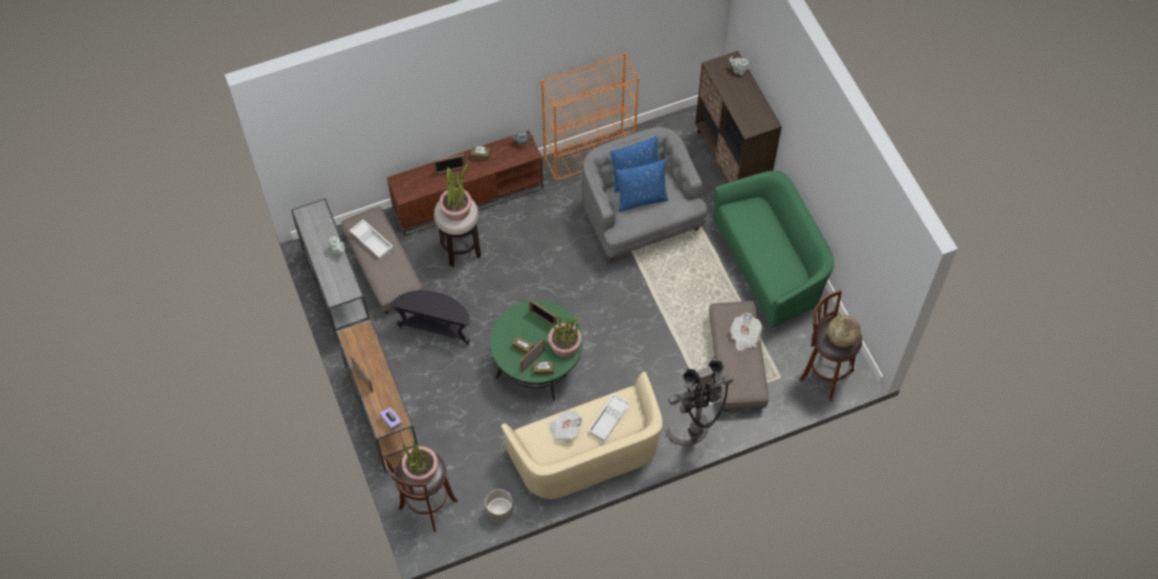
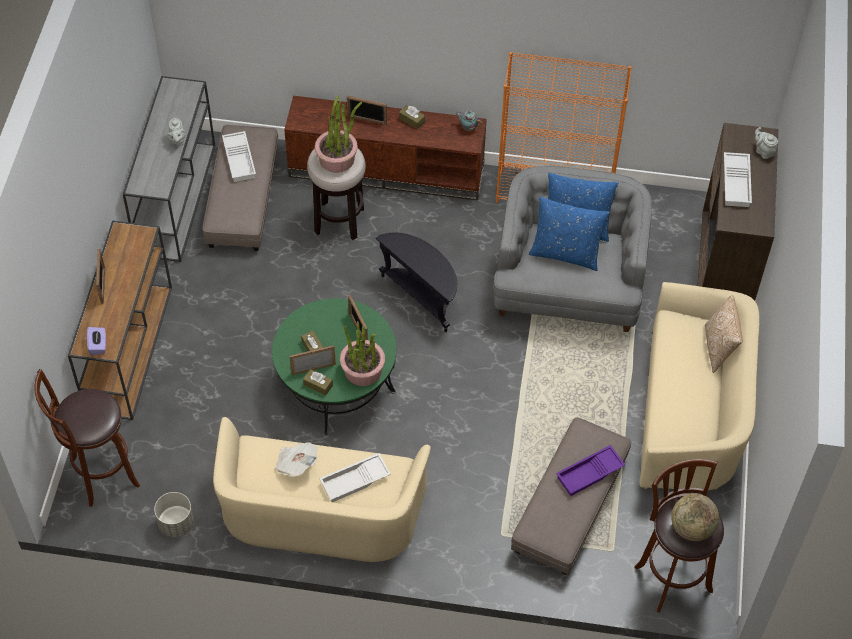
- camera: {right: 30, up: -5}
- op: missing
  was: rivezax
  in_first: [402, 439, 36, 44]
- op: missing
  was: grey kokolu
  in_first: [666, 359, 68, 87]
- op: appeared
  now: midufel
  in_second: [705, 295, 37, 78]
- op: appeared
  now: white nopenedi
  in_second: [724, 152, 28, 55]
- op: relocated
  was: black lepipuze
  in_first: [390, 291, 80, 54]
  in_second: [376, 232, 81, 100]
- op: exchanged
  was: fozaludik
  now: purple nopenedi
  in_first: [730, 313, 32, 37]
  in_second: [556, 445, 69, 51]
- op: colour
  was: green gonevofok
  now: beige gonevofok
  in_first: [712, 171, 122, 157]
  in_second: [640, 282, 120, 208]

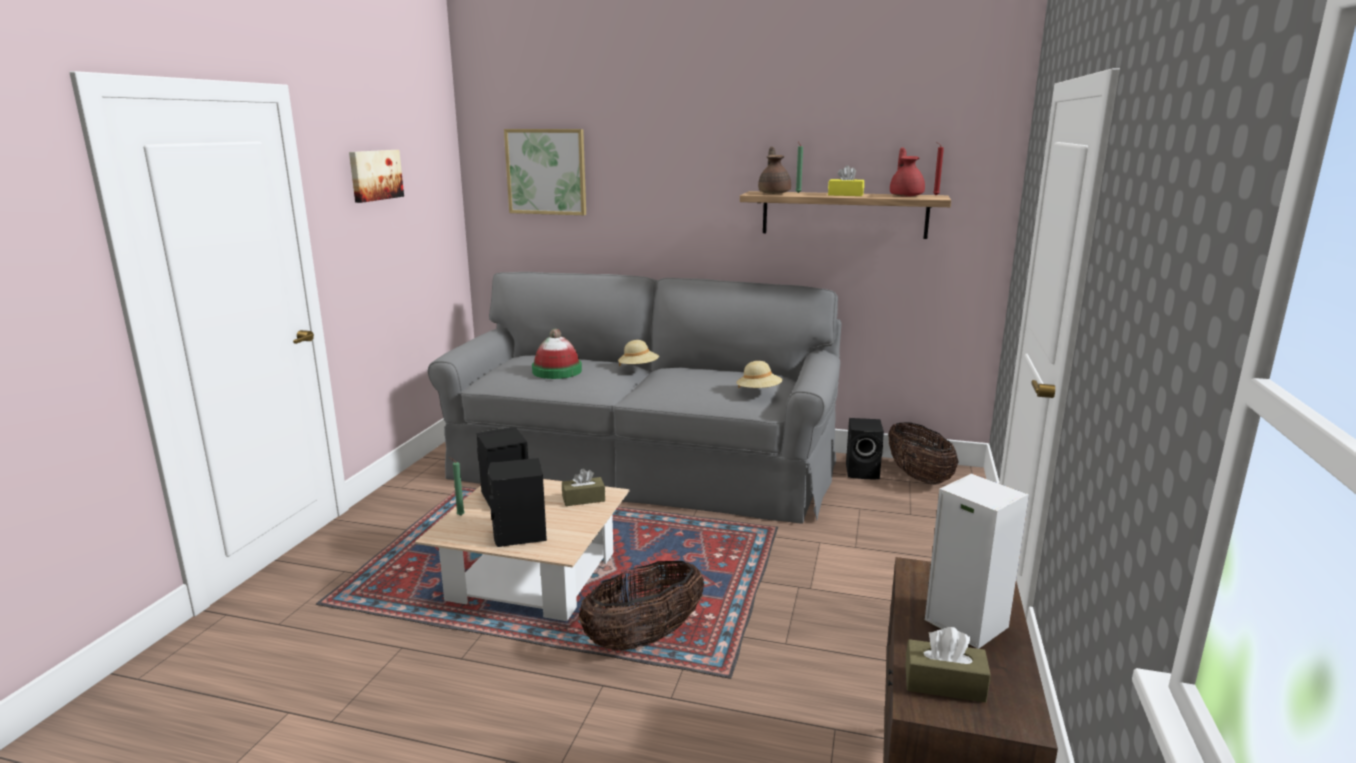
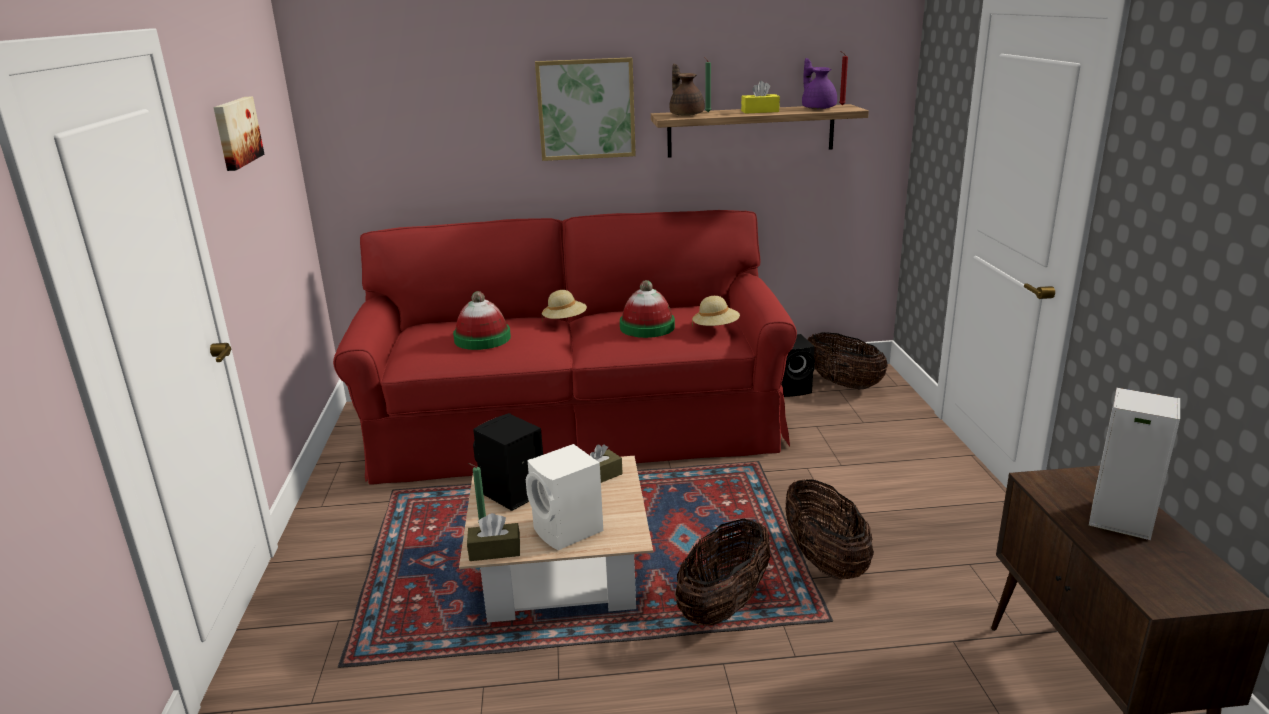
- camera: {right: -20, up: 5}
- op: appeared
  now: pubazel
  in_second: [620, 280, 55, 58]
- op: appeared
  now: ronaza
  in_second: [785, 479, 89, 101]
- op: relocated
  was: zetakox
  in_first: [504, 129, 82, 86]
  in_second: [535, 57, 101, 104]
- op: relocated
  was: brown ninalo
  in_first: [905, 627, 86, 76]
  in_second: [467, 513, 53, 48]
- op: colour
  was: grey gonevofok
  now: red gonevofok
  in_first: [428, 272, 413, 252]
  in_second: [333, 210, 464, 275]
- op: colour
  was: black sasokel
  now: white sasokel
  in_first: [488, 458, 59, 89]
  in_second: [526, 444, 77, 106]
- op: colour
  was: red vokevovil
  now: purple vokevovil
  in_first: [890, 147, 35, 50]
  in_second: [802, 58, 35, 51]

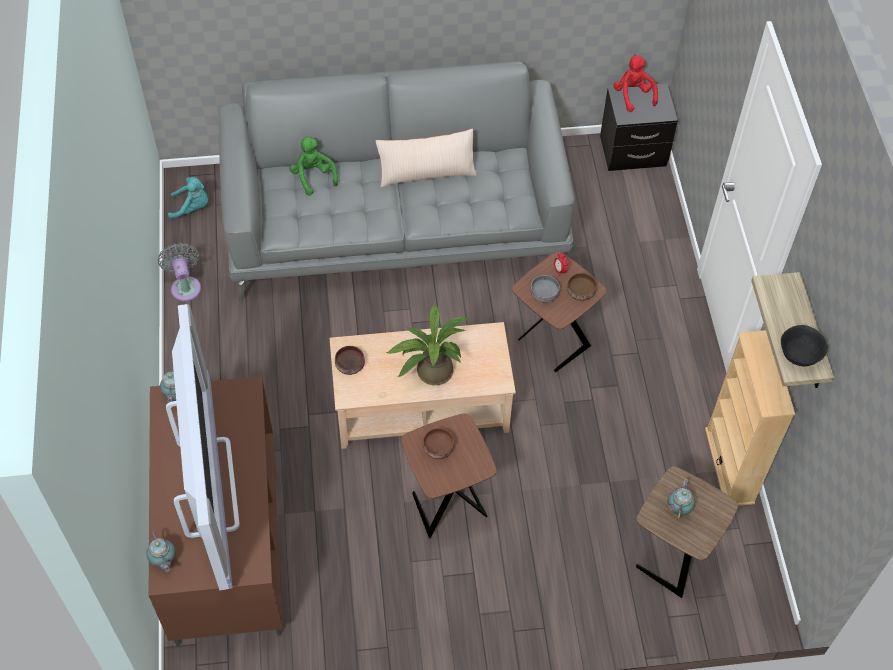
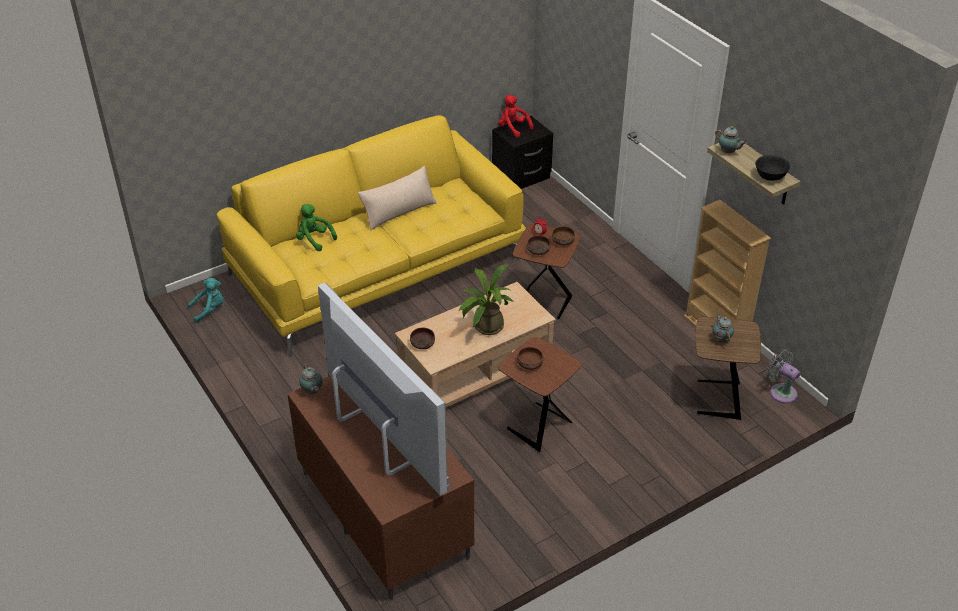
- camera: {right: -25, up: -15}
- op: relocated
  was: vokevovil
  in_first: [146, 531, 30, 41]
  in_second: [715, 126, 32, 27]
- op: relocated
  was: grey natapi
  in_first: [158, 243, 43, 59]
  in_second: [766, 349, 34, 55]
- op: colour
  was: grey gonevofok
  now: yellow gonevofok
  in_first: [219, 61, 356, 242]
  in_second: [217, 115, 309, 242]
- op: colour
  was: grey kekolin
  now: brown kekolin
  in_first: [530, 275, 30, 28]
  in_second: [527, 236, 23, 19]

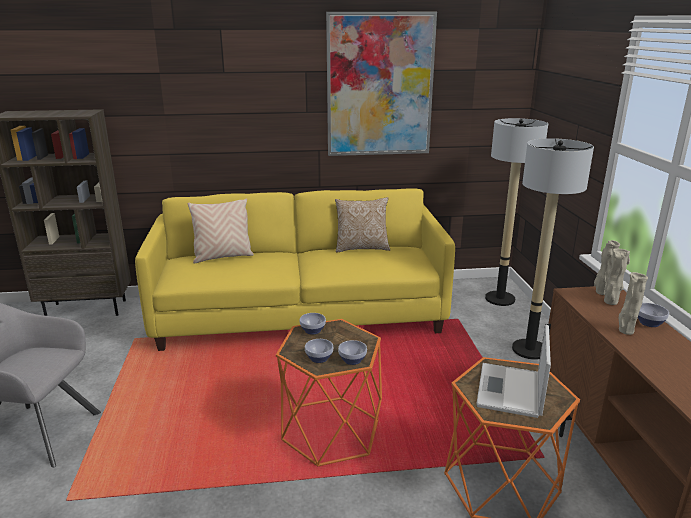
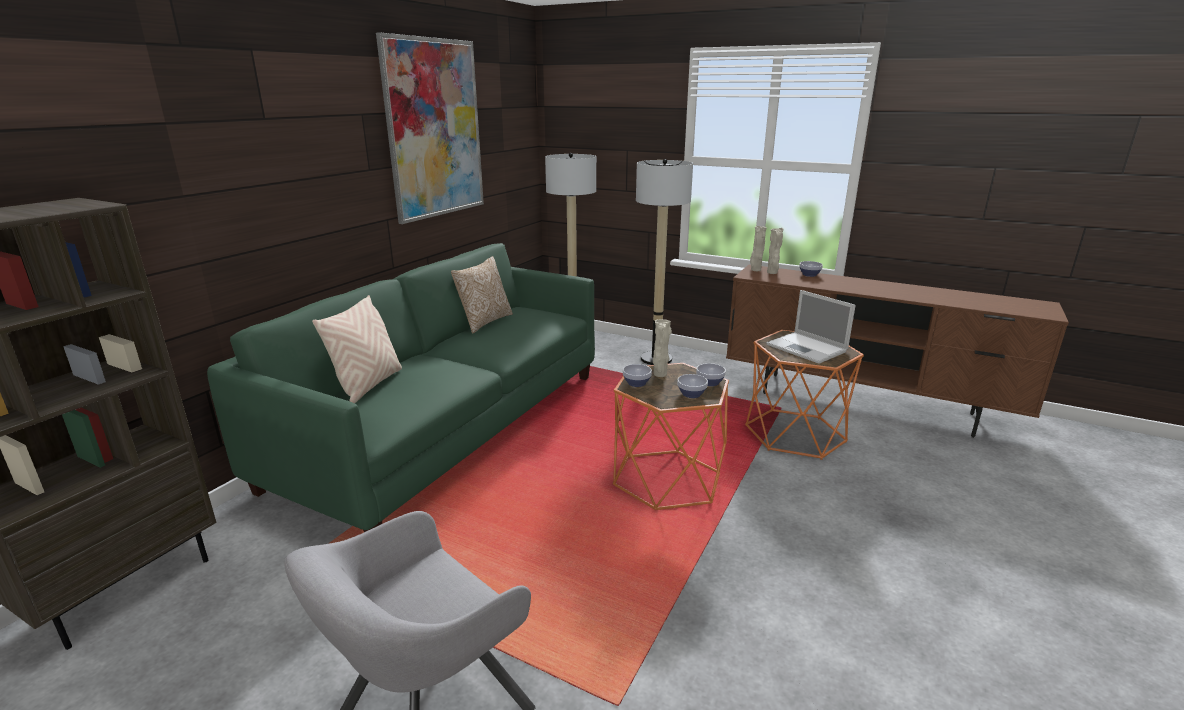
- camera: {right: -55, up: 0}
- op: relocated
  was: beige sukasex
  in_first: [619, 272, 29, 63]
  in_second: [653, 319, 19, 58]
- op: colour
  was: yellow gonevofok
  now: green gonevofok
  in_first: [135, 188, 320, 163]
  in_second: [207, 243, 388, 289]

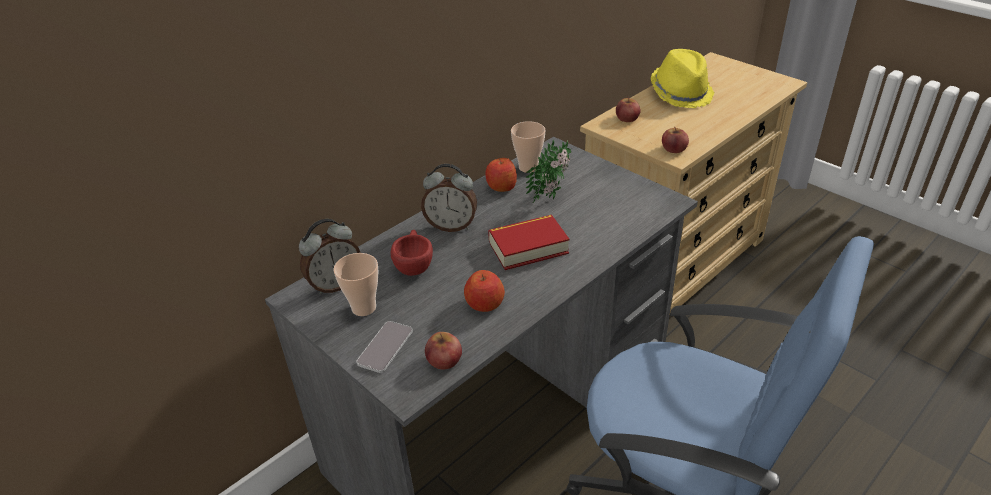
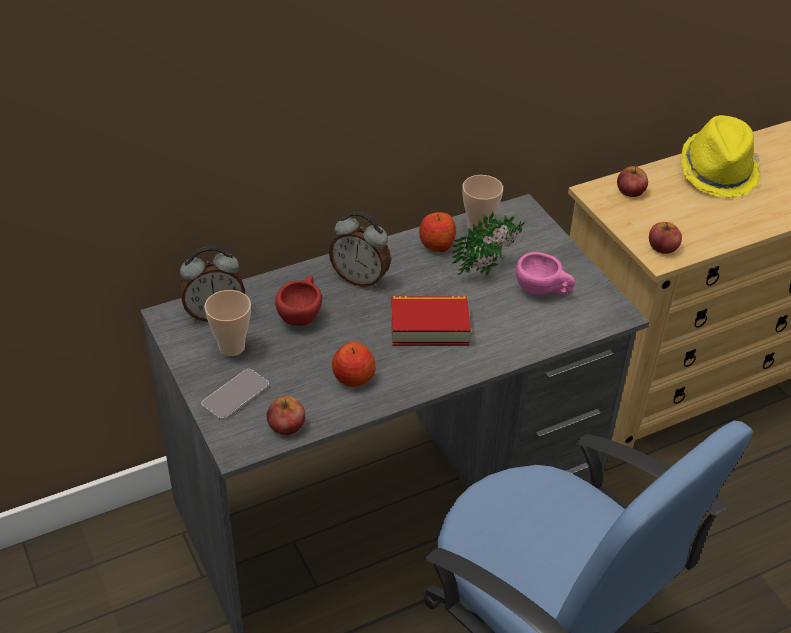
- camera: {right: 15, up: 5}
- op: appeared
  now: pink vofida
  in_second: [516, 252, 59, 43]

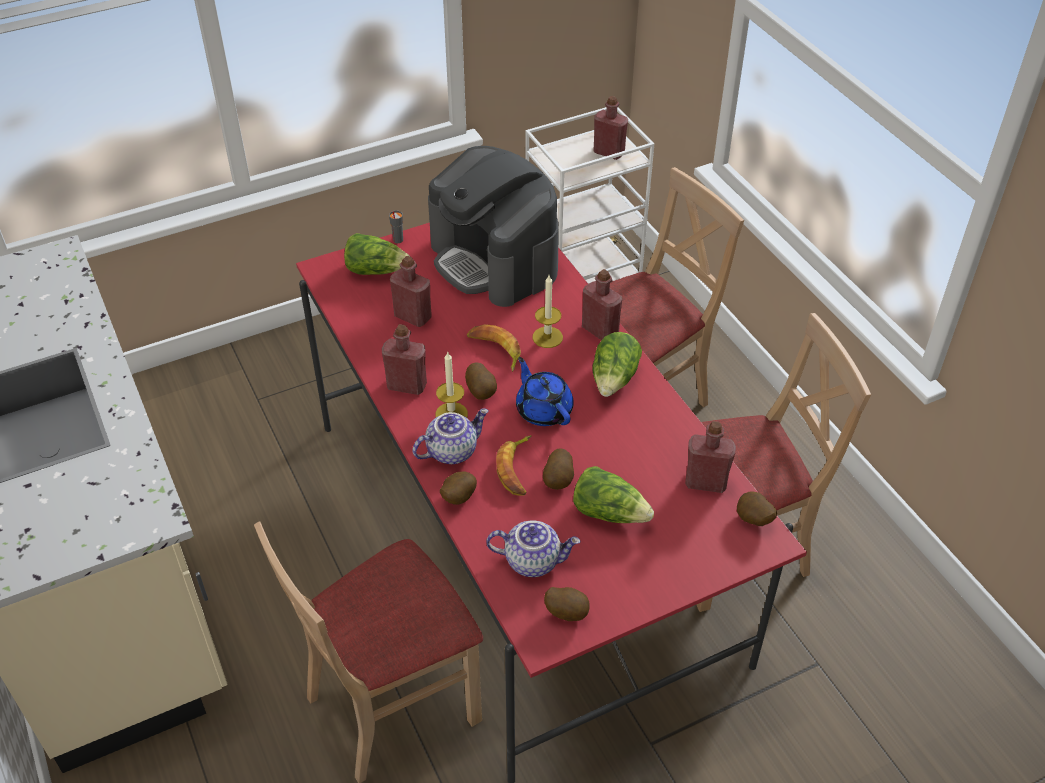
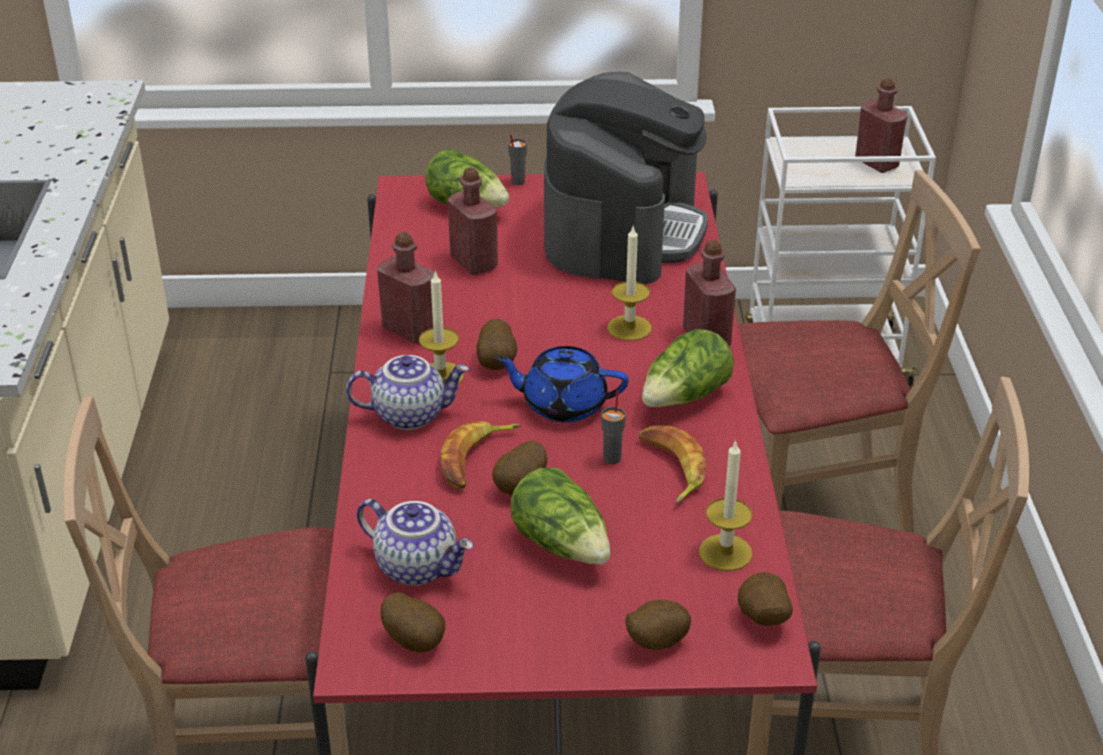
- camera: {right: 25, up: -10}
- op: appeared
  now: grey vofida
  in_second: [601, 390, 25, 74]
- op: relocated
  was: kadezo
  in_first: [440, 471, 37, 34]
  in_second: [625, 600, 66, 50]
- op: relocated
  was: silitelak
  in_first: [467, 324, 54, 48]
  in_second: [639, 425, 67, 79]
- op: exchanged
  was: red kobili
  now: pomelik
  in_first: [685, 421, 51, 72]
  in_second: [699, 440, 53, 131]
- op: spun
  was: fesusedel
  in_first: [428, 146, 131, 161]
  in_second: [544, 72, 164, 212]
  clockwise: -150
- op: spun
  was: blue vokevovil
  in_first: [516, 357, 57, 69]
  in_second: [494, 346, 135, 76]
  clockwise: -75

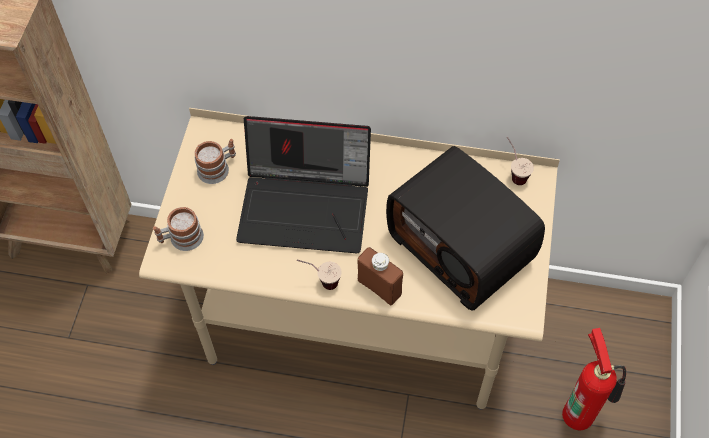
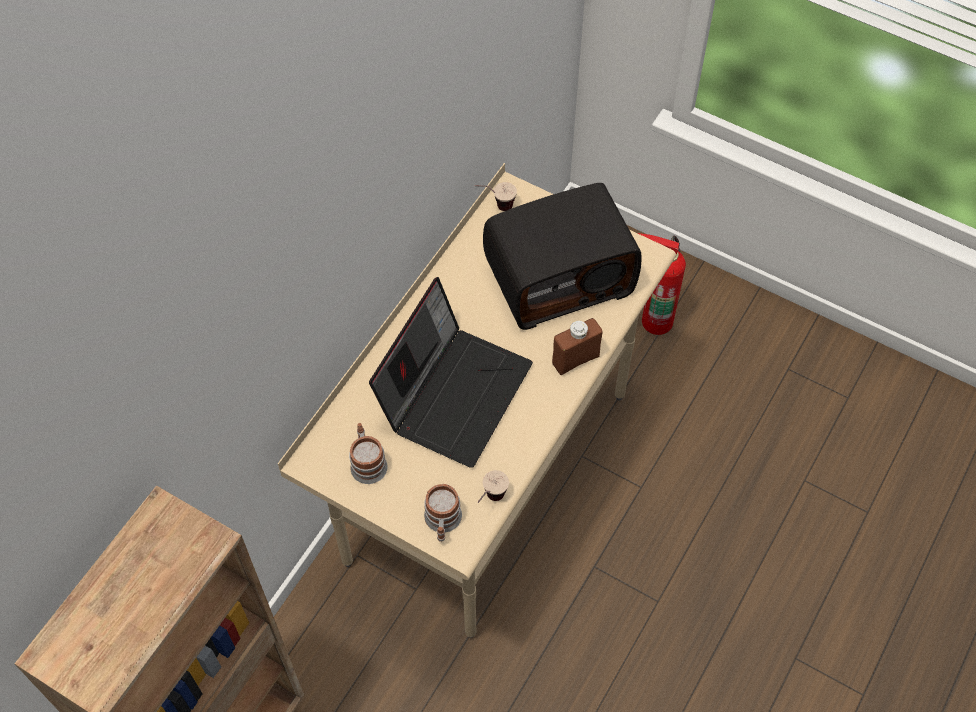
- camera: {right: -70, up: 0}
- op: relocated
  was: vofida
  in_first: [297, 260, 45, 30]
  in_second: [478, 470, 31, 33]

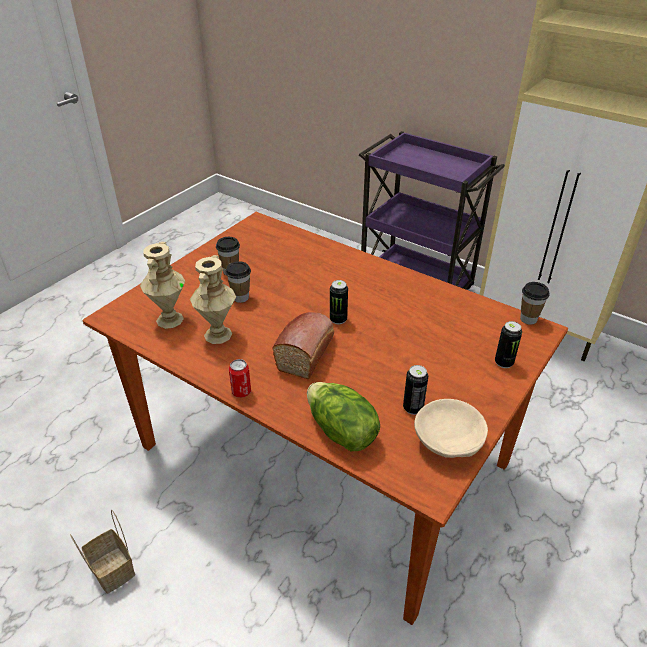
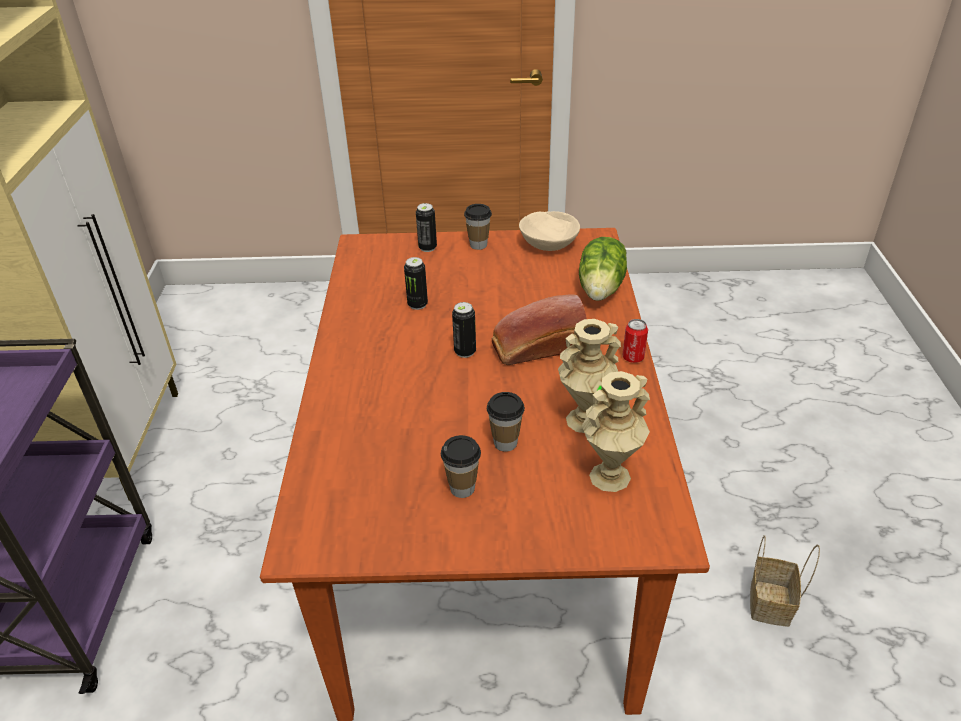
- camera: {right: -125, up: 0}
- op: relocated
  was: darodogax
  in_first: [403, 365, 25, 50]
  in_second: [404, 257, 24, 53]
- op: relocated
  was: vofida
  in_first: [520, 282, 30, 43]
  in_second: [464, 204, 28, 46]

